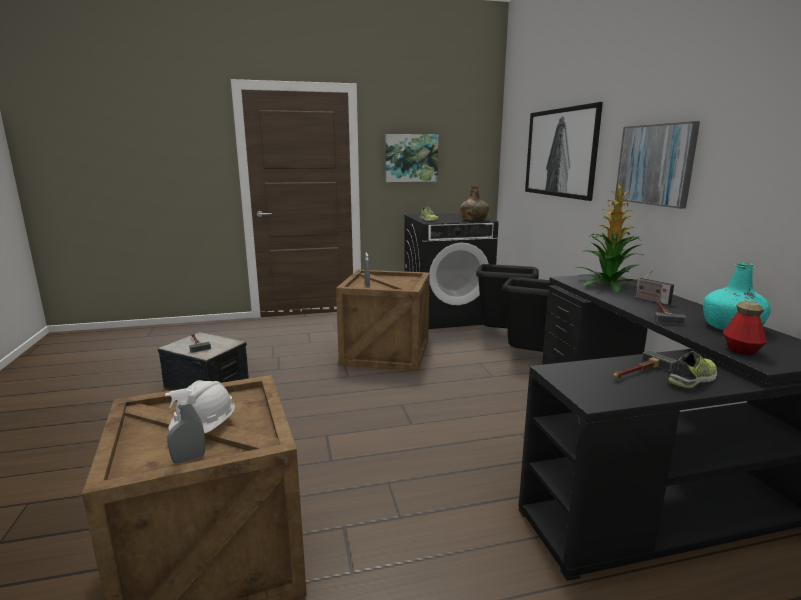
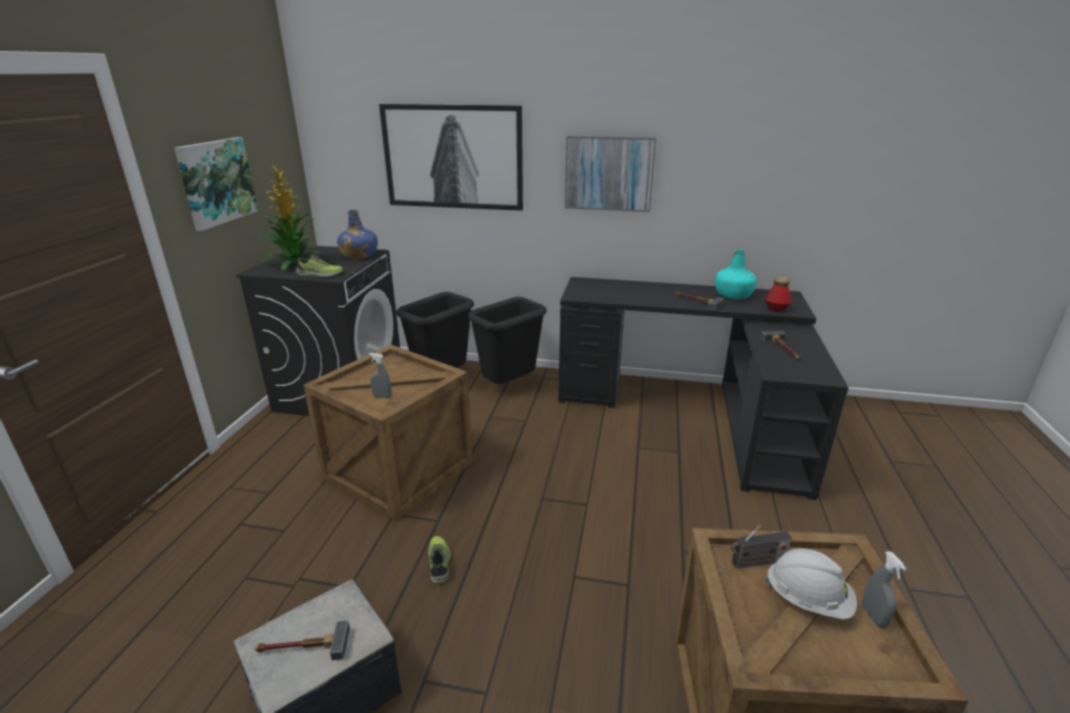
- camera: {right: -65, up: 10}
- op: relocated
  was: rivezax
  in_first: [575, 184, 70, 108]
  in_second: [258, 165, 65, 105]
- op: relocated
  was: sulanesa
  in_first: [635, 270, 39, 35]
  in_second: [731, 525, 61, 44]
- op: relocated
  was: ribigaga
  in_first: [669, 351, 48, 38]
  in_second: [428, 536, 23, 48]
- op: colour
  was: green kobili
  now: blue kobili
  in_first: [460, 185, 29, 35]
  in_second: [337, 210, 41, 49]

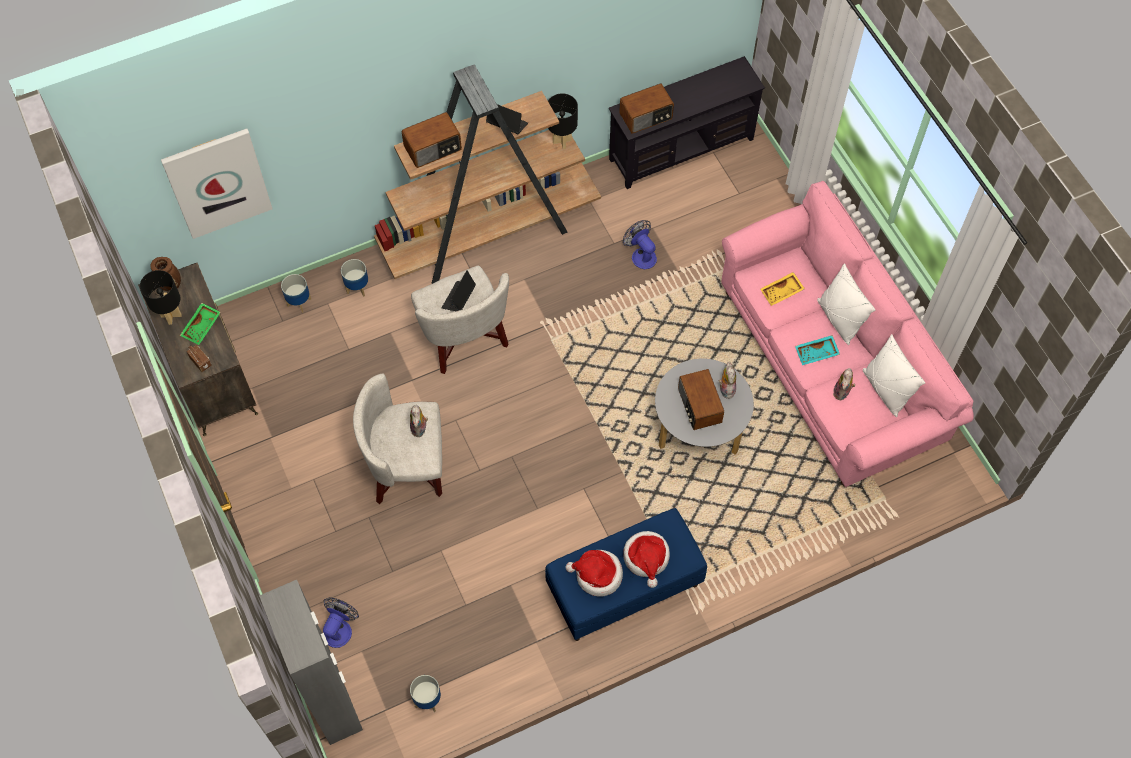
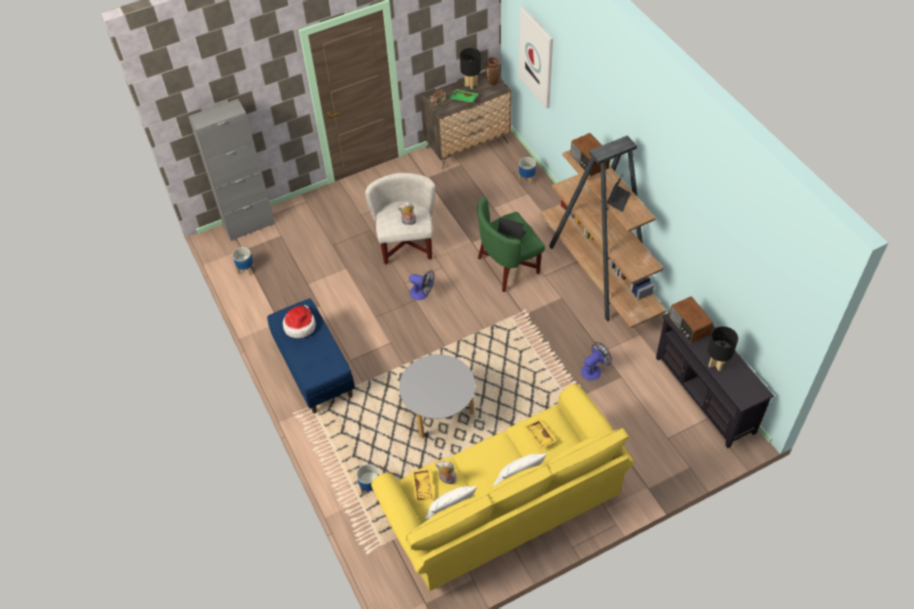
- camera: {right: 90, up: -10}
- op: missing
  was: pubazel
  in_first: [623, 531, 47, 57]
- op: missing
  was: sulanesa
  in_first: [678, 369, 46, 61]
- op: missing
  was: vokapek
  in_first: [719, 362, 17, 37]
- op: missing
  was: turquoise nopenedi
  in_first: [795, 335, 45, 30]
- op: appeared
  now: yellow nopenedi
  in_second: [411, 468, 24, 34]
- op: relocated
  was: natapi
  in_first: [323, 597, 36, 51]
  in_second: [409, 270, 25, 30]
- op: relocated
  was: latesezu
  in_first: [341, 259, 27, 37]
  in_second: [357, 464, 22, 30]
- op: relocated
  was: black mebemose
  in_first: [548, 94, 30, 55]
  in_second: [707, 326, 31, 45]
- op: colour
  was: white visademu
  now: green visademu
  in_first: [411, 265, 98, 109]
  in_second: [477, 197, 68, 95]
- op: colour
  was: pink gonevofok
  now: yellow gonevofok
  in_first: [721, 181, 253, 306]
  in_second: [371, 384, 263, 207]

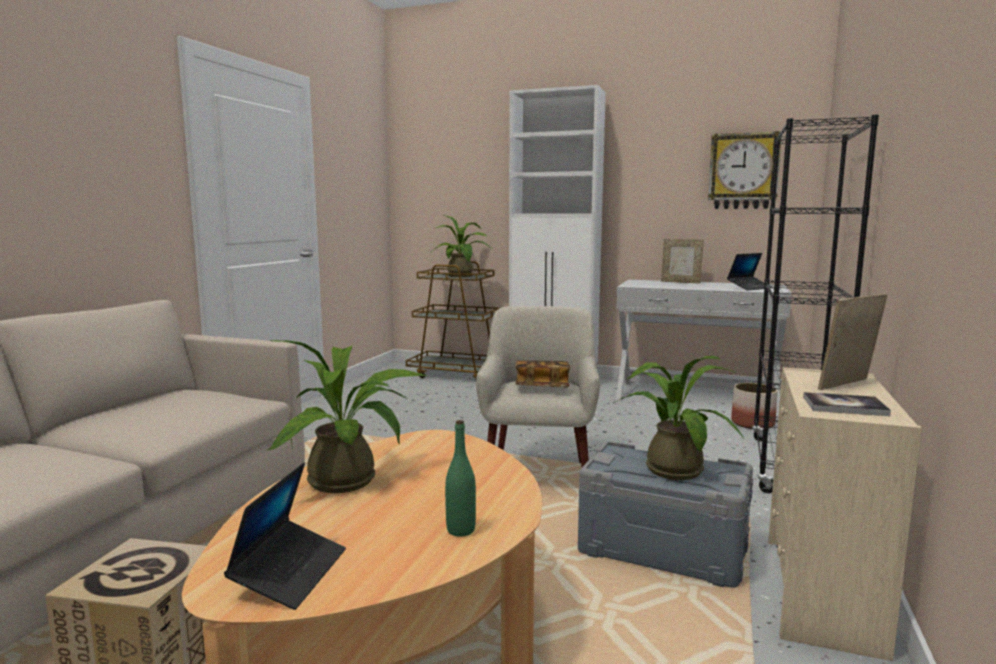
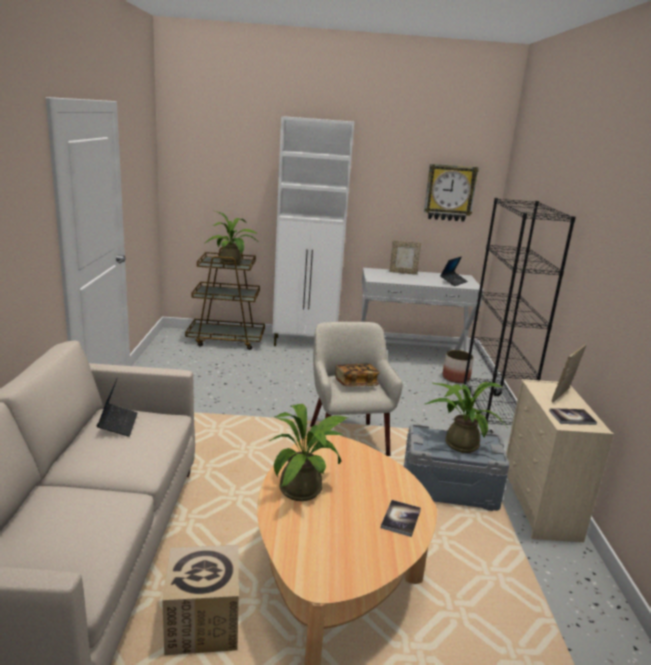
- camera: {right: -20, up: 10}
- op: relocated
  was: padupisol
  in_first: [224, 462, 122, 148]
  in_second: [97, 379, 41, 58]
- op: exchanged
  was: green kobili
  now: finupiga
  in_first: [445, 420, 31, 117]
  in_second: [381, 500, 40, 37]

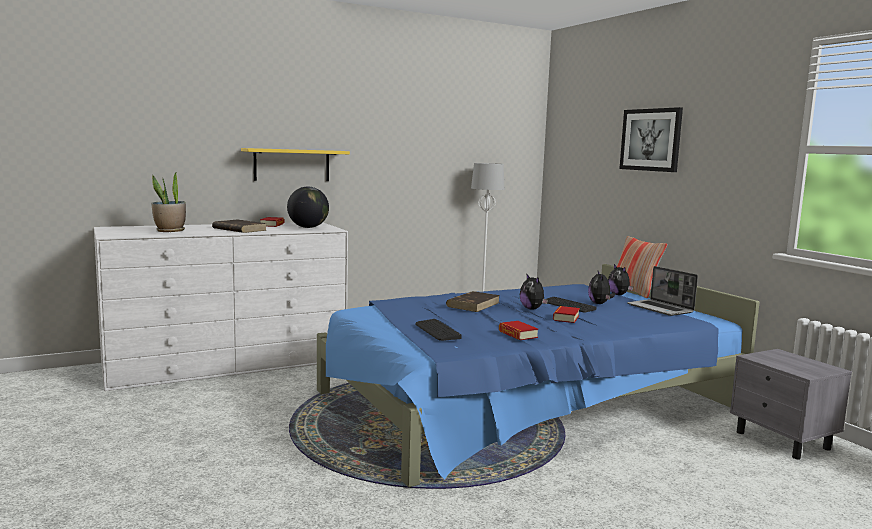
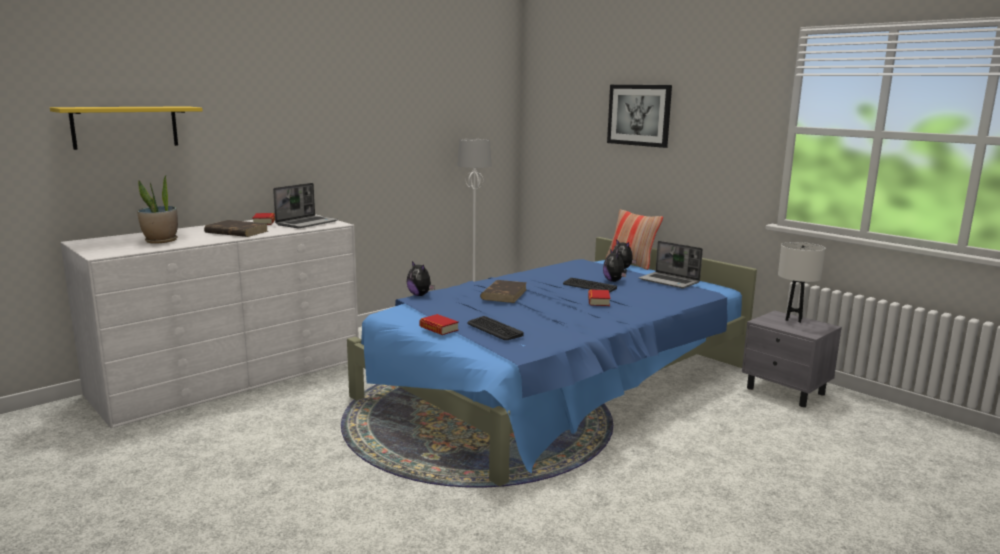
- camera: {right: -15, up: 5}
- op: appeared
  now: white mebemose
  in_second: [778, 242, 48, 81]
- op: relocated
  was: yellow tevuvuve
  in_first: [241, 148, 109, 33]
  in_second: [50, 106, 153, 44]
- op: relocated
  was: finupiga
  in_first: [499, 321, 40, 19]
  in_second: [420, 314, 39, 21]
- op: relocated
  was: vokapek
  in_first: [520, 273, 28, 37]
  in_second: [407, 261, 28, 35]
- op: exchanged
  was: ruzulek
  now: padupisol
  in_first: [287, 186, 42, 42]
  in_second: [273, 183, 66, 45]

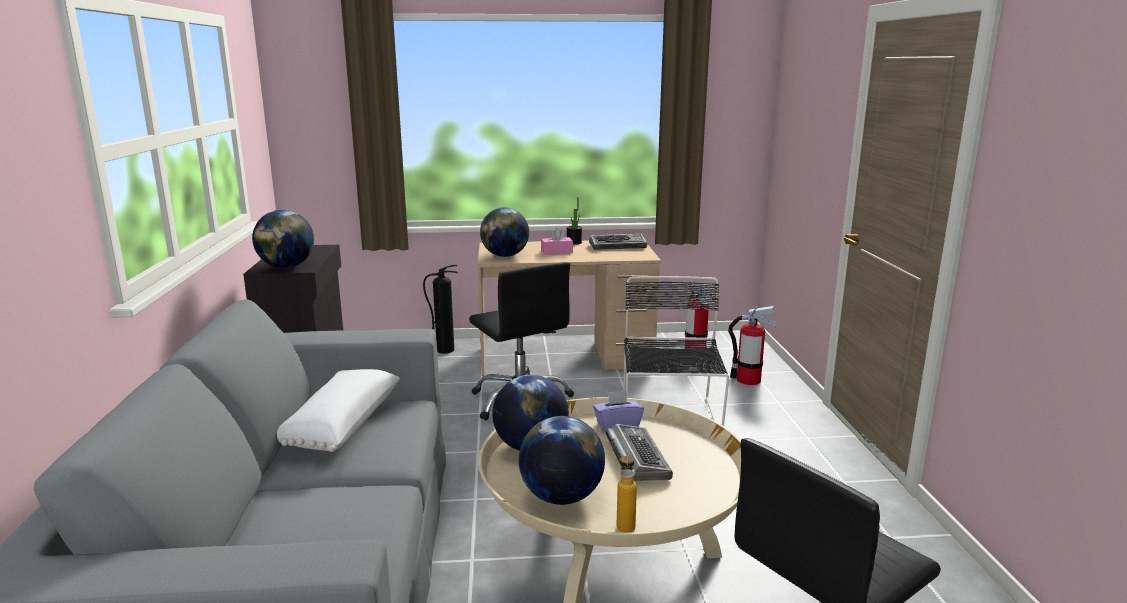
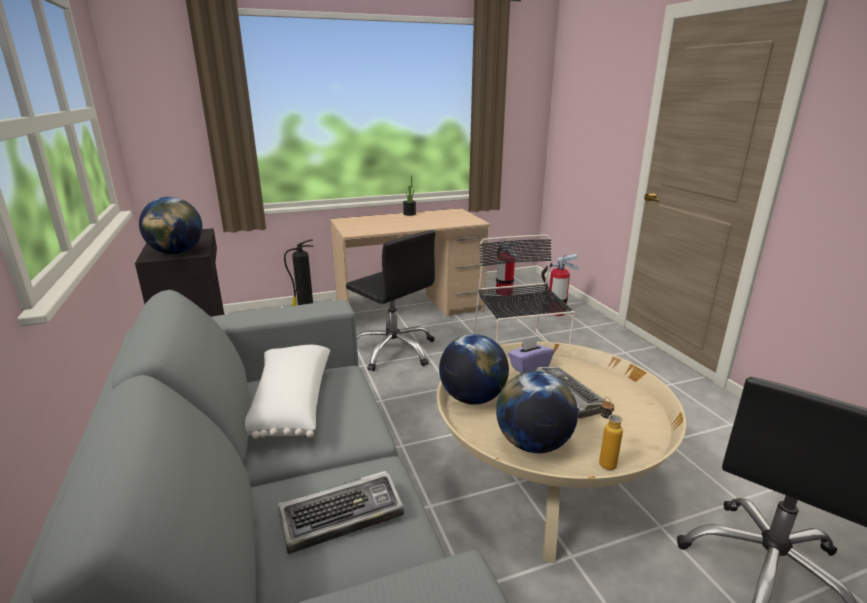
- camera: {right: -15, up: 5}
- op: missing
  was: ruzulek
  in_first: [480, 207, 49, 50]
- op: missing
  was: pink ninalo
  in_first: [541, 228, 32, 27]
- op: relocated
  was: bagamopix
  in_first: [589, 234, 58, 16]
  in_second: [277, 471, 127, 83]

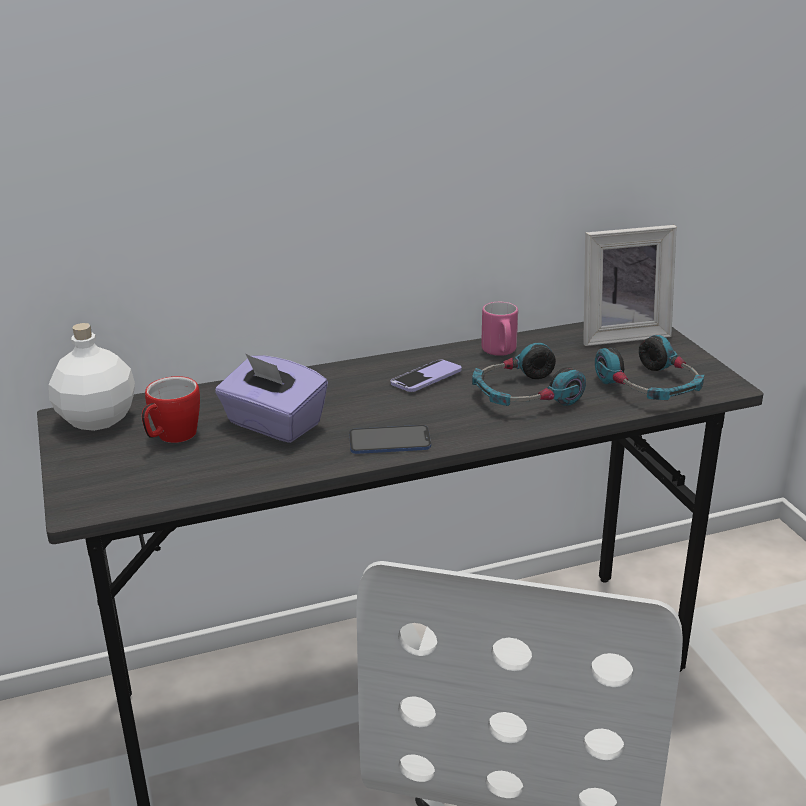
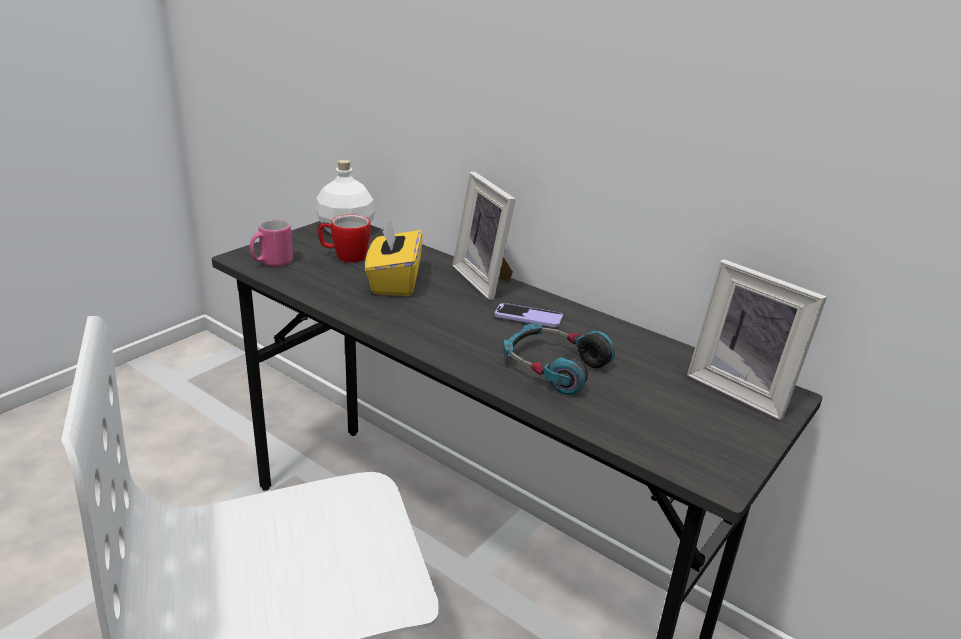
- camera: {right: 55, up: 0}
- op: missing
  was: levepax
  in_first: [349, 425, 82, 29]
- op: missing
  was: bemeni
  in_first: [595, 335, 109, 65]
- op: appeared
  now: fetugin
  in_second: [452, 172, 64, 128]
- op: relocated
  was: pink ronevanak
  in_first: [481, 302, 37, 54]
  in_second: [250, 220, 43, 47]
- op: colour
  was: purple ninalo
  now: yellow ninalo
  in_first: [215, 353, 113, 90]
  in_second: [365, 218, 58, 78]

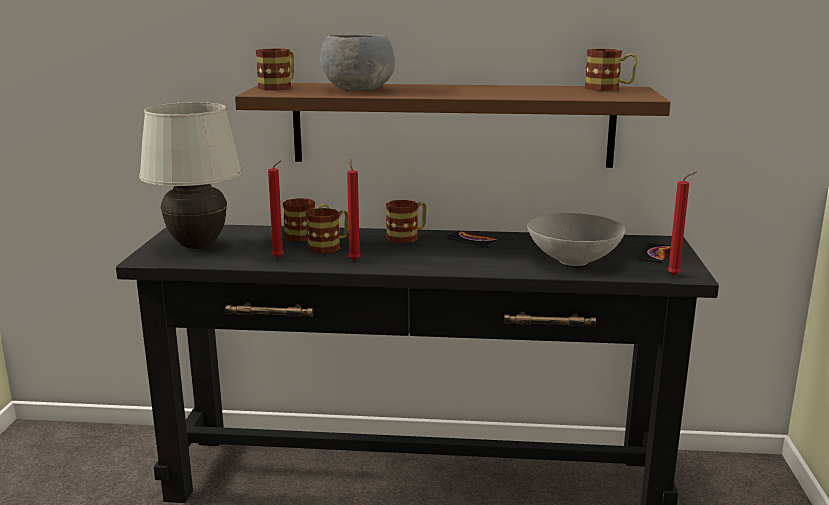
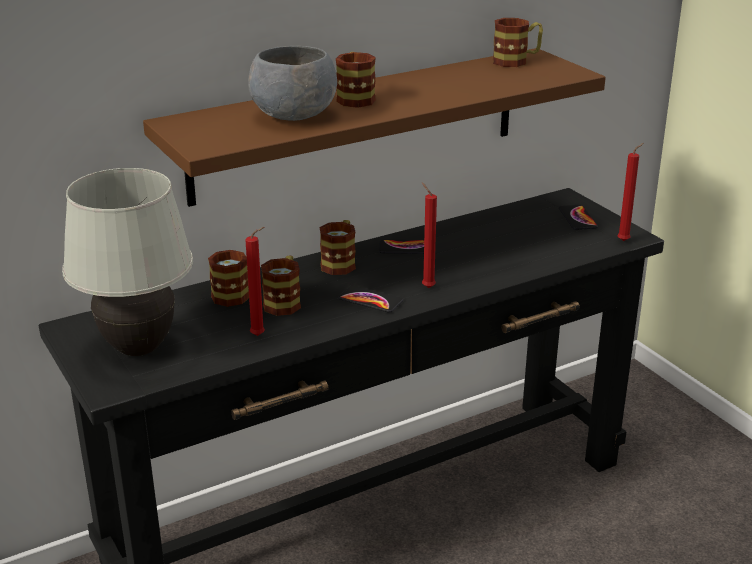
- camera: {right: -35, up: 10}
- op: missing
  was: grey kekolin
  in_first: [527, 213, 99, 53]
- op: appeared
  now: levepax
  in_second: [338, 285, 65, 28]
- op: relocated
  was: ronevanak
  in_first: [255, 48, 39, 43]
  in_second: [336, 52, 40, 56]
- op: relocated
  was: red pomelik
  in_first: [347, 159, 14, 102]
  in_second: [422, 182, 15, 106]

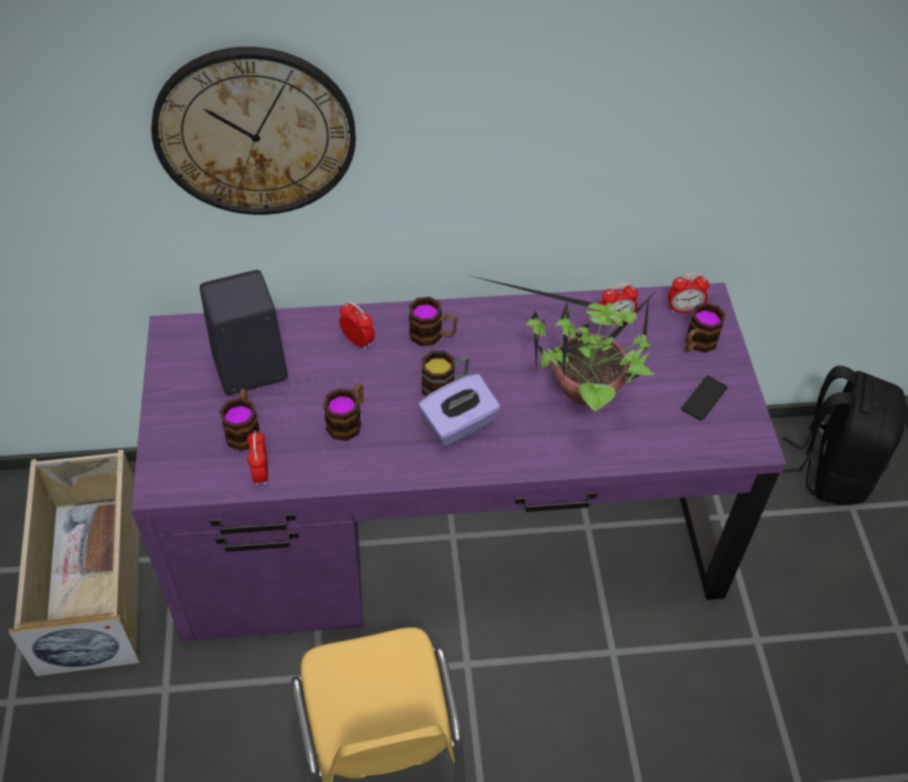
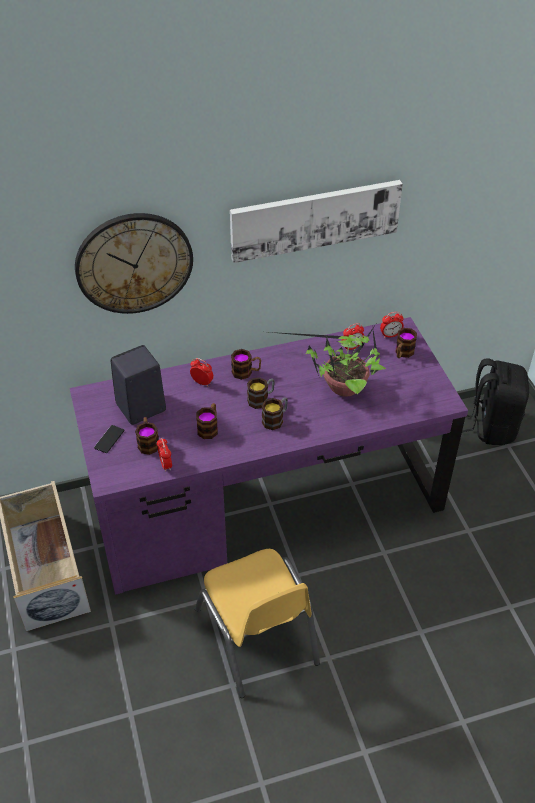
- camera: {right: -10, up: -5}
- op: appeared
  now: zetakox
  in_second: [230, 180, 173, 83]
- op: relocated
  was: levepax
  in_first: [681, 375, 46, 46]
  in_second: [94, 425, 30, 28]
- op: exchanged
  was: purple ninalo
  now: ronevanak
  in_first: [418, 373, 82, 74]
  in_second: [262, 397, 26, 33]

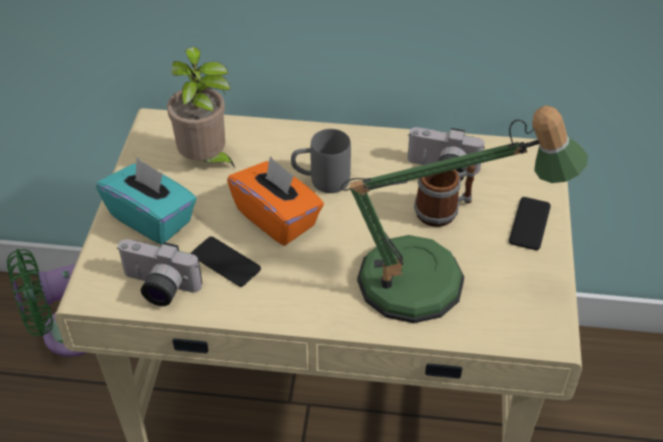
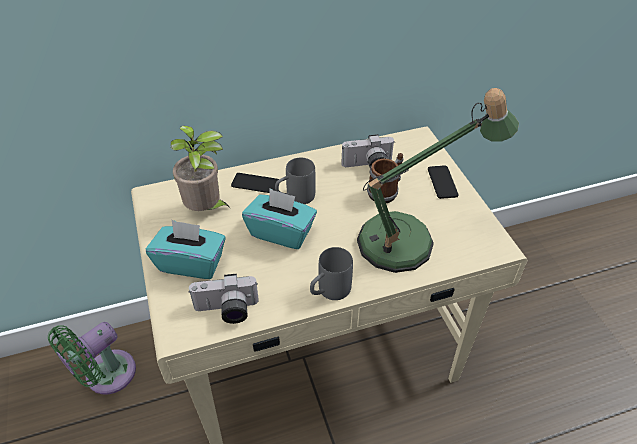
- camera: {right: -25, up: 0}
- op: appeared
  now: grey ronevanak
  in_second: [310, 247, 43, 53]
- op: relocated
  was: levepax
  in_first: [191, 236, 70, 51]
  in_second: [231, 173, 48, 20]
- op: colour
  was: orange ninalo
  now: turquoise ninalo
  in_first: [227, 156, 97, 90]
  in_second: [242, 188, 75, 61]

